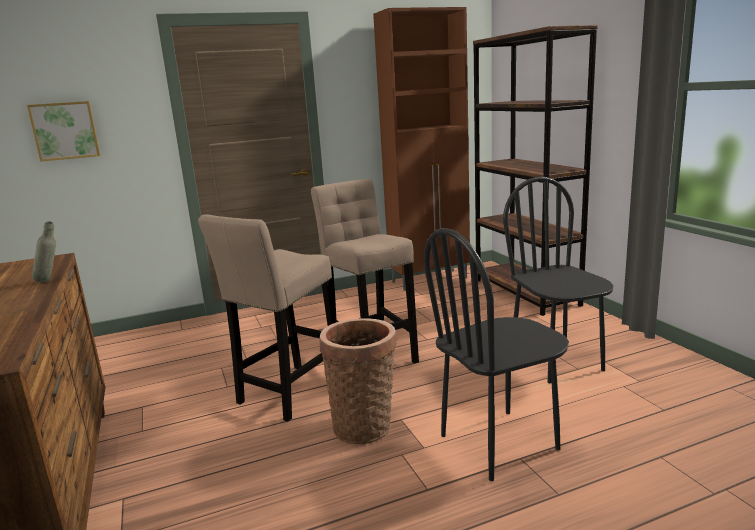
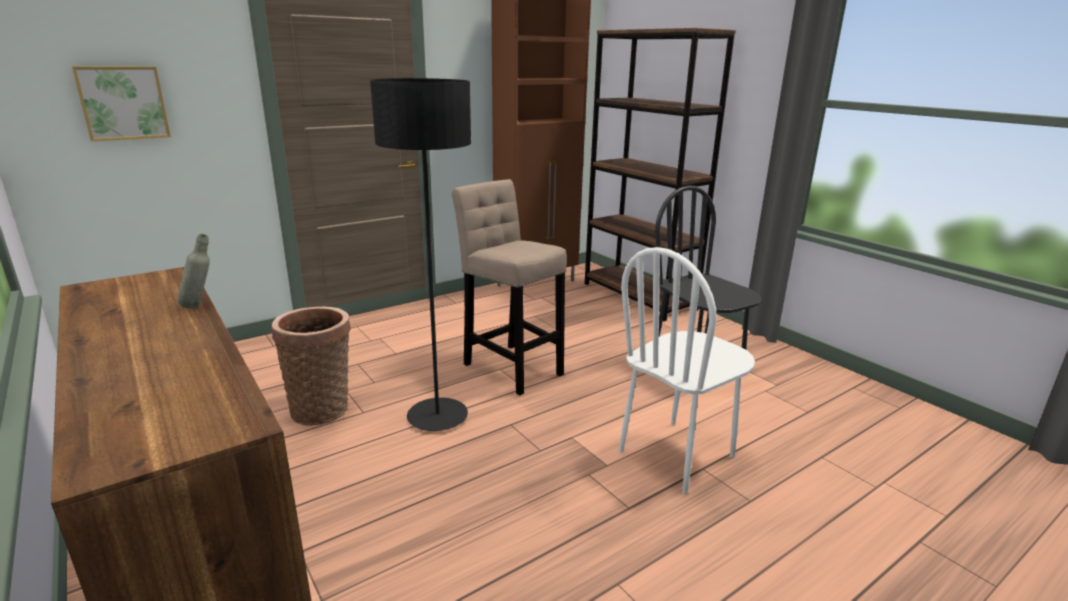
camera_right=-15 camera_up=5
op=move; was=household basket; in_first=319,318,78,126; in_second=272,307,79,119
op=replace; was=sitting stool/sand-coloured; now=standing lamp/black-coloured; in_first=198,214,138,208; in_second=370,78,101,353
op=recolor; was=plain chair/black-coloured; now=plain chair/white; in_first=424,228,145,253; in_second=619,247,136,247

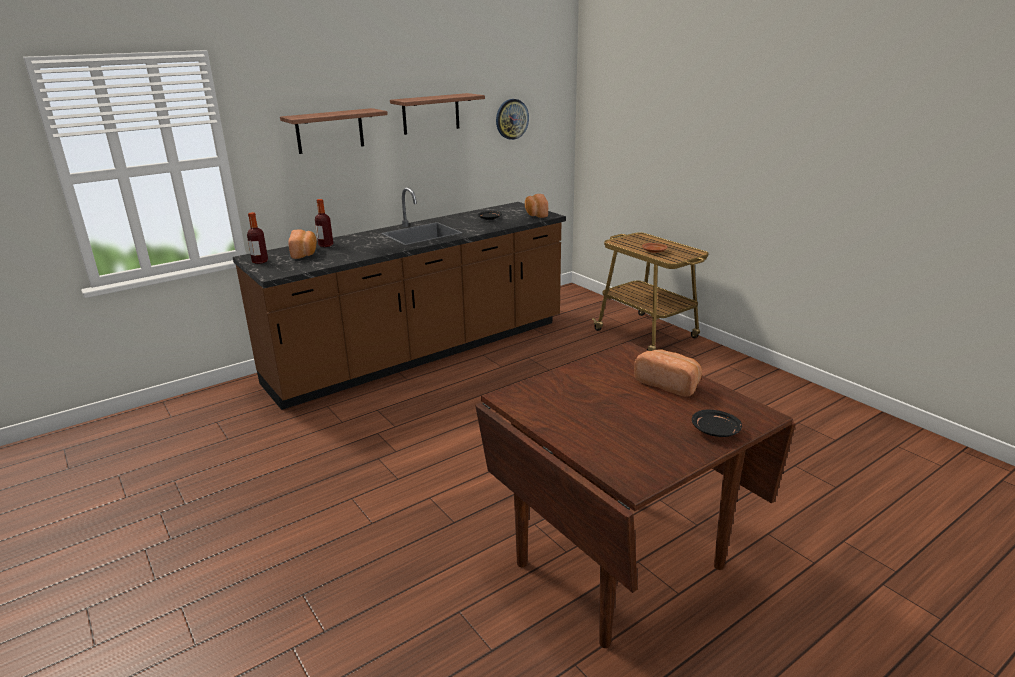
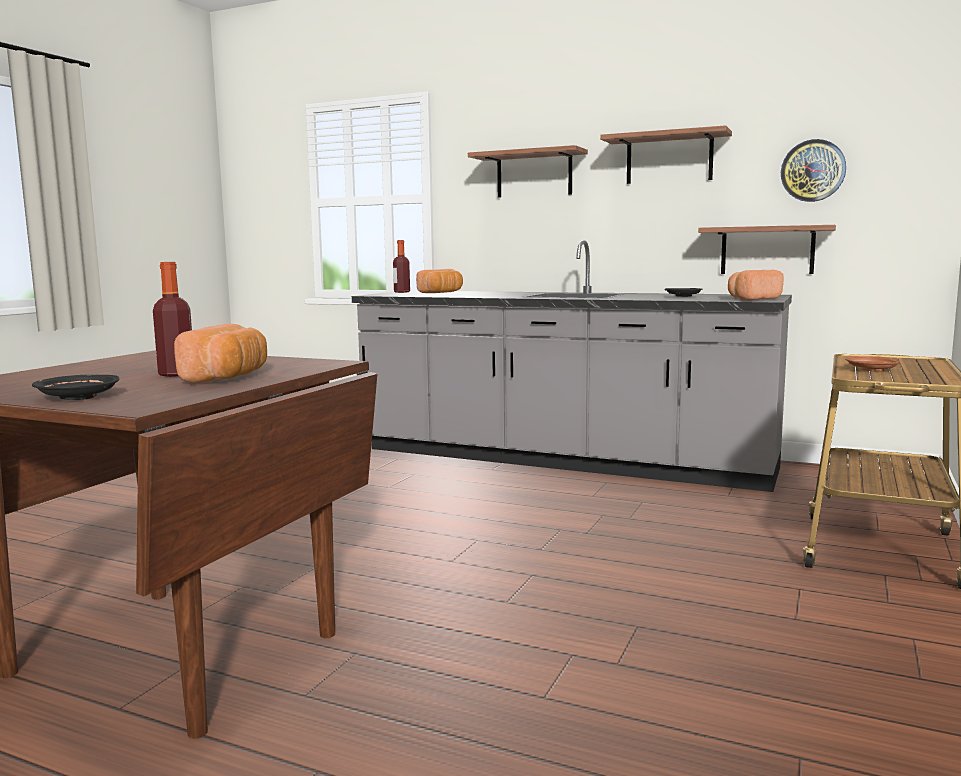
camera_right=60 camera_up=-15
op=insert; now=wall shelf; in_second=698,225,138,49
op=move; was=bottle; in_first=315,199,18,48; in_second=153,262,39,115
op=recolor; was=kitchen base unit/brownish; now=kitchen base unit/gray; in_first=233,187,333,223; in_second=352,240,440,252

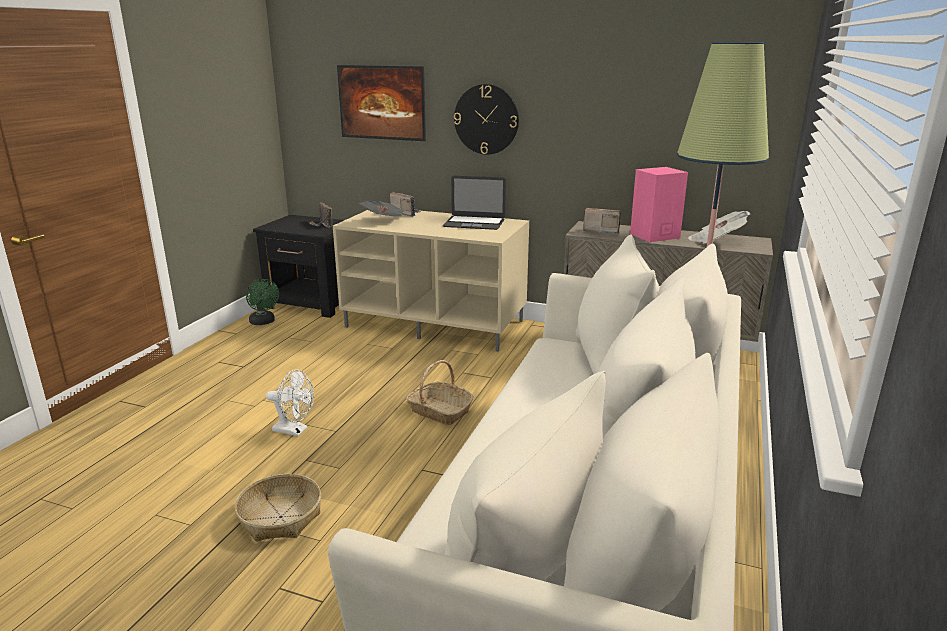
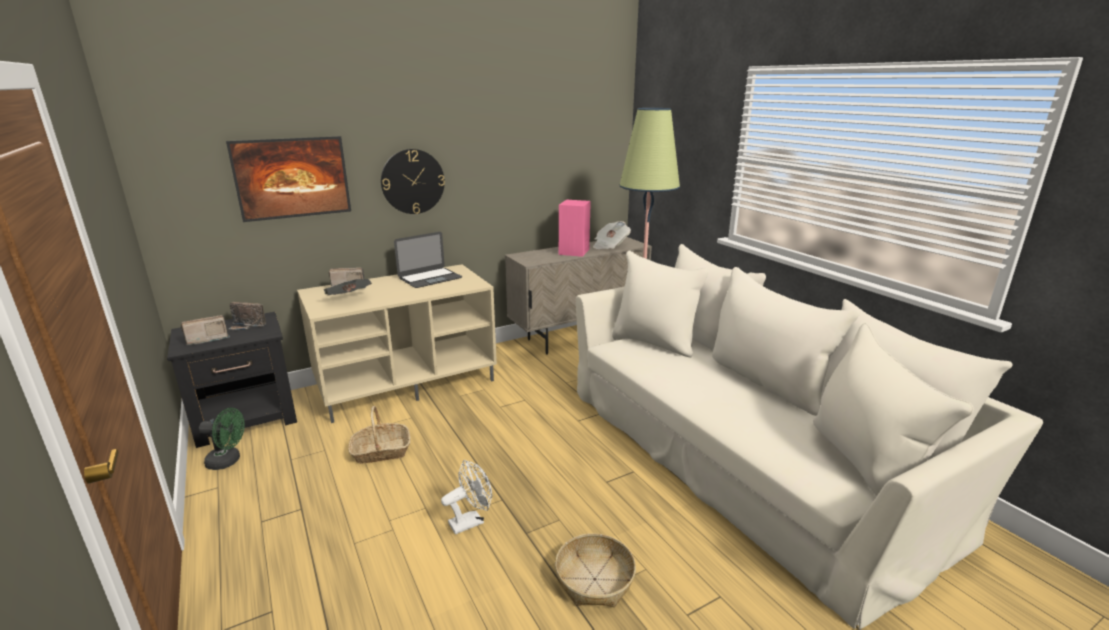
camera_right=-50 camera_up=0
op=move; was=household basket; in_first=406,360,68,65; in_second=348,406,63,58
op=move; was=radio receiver; in_first=583,208,38,26; in_second=181,315,49,30

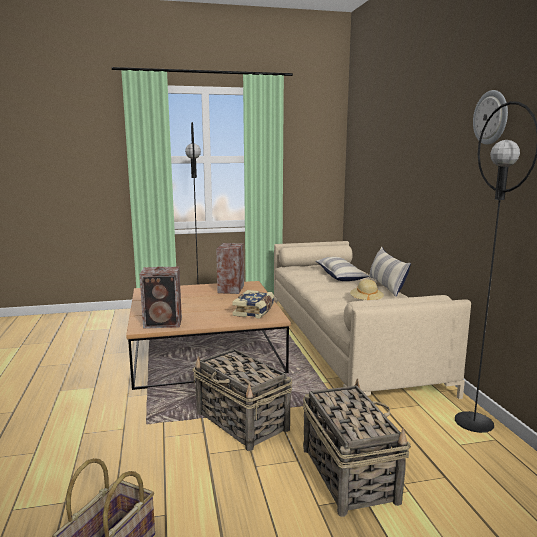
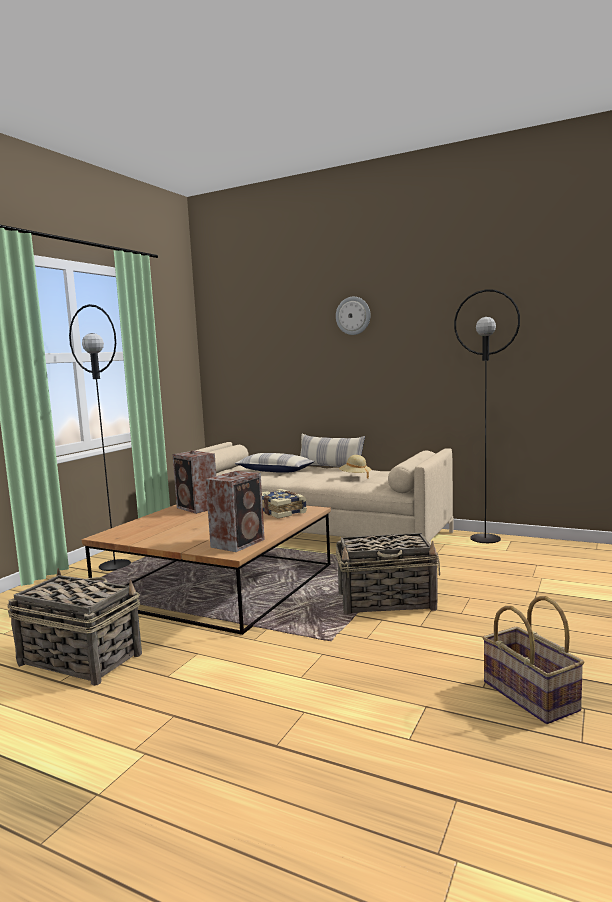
camera_right=-50 camera_up=-5
op=move; was=household basket; in_first=303,378,108,139; in_second=7,568,135,118
op=move; was=hanging clock; in_first=473,90,35,55; in_second=336,297,34,38

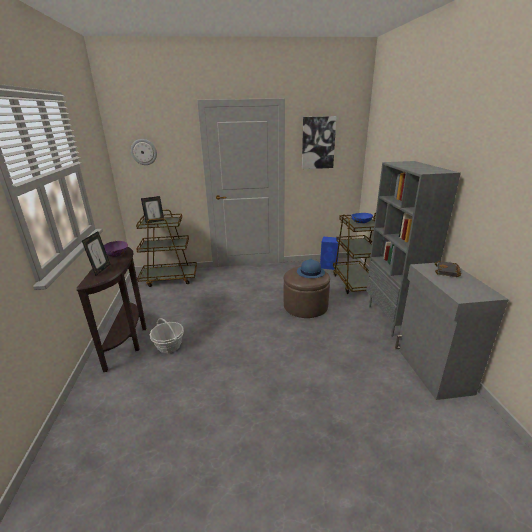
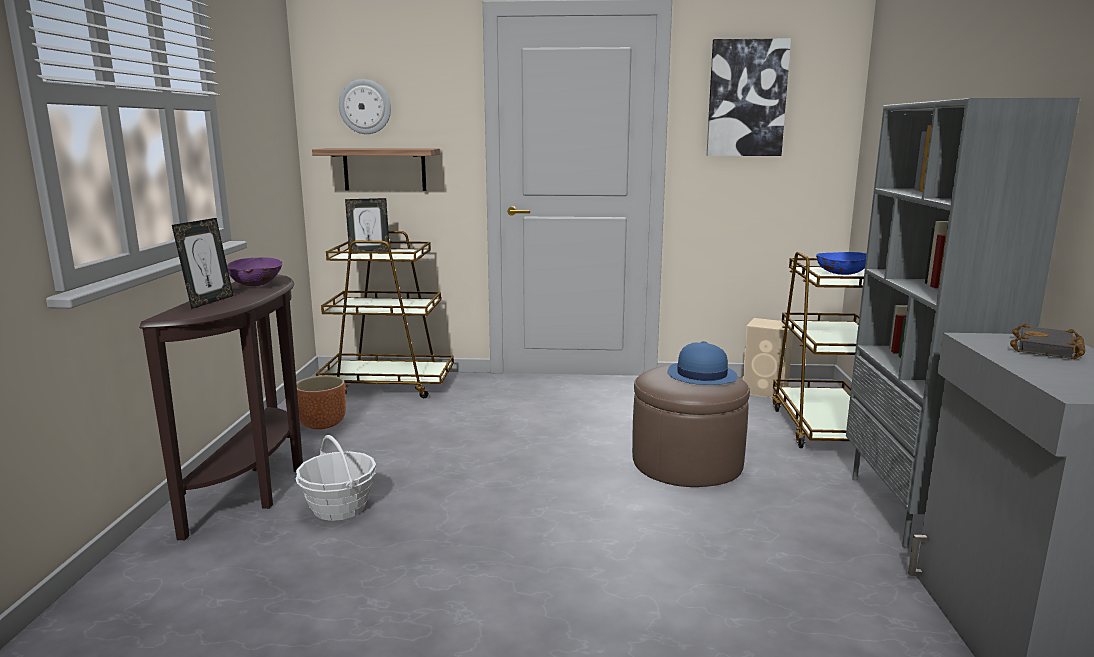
camera_right=10 camera_up=-10
op=insert; now=planter/brownish; in_second=296,376,50,53
op=insert; now=wall shelf; in_second=312,148,128,43
op=recolor; was=speaker/blue; now=speaker/sand-coloured; in_first=320,237,19,33; in_second=743,318,50,80

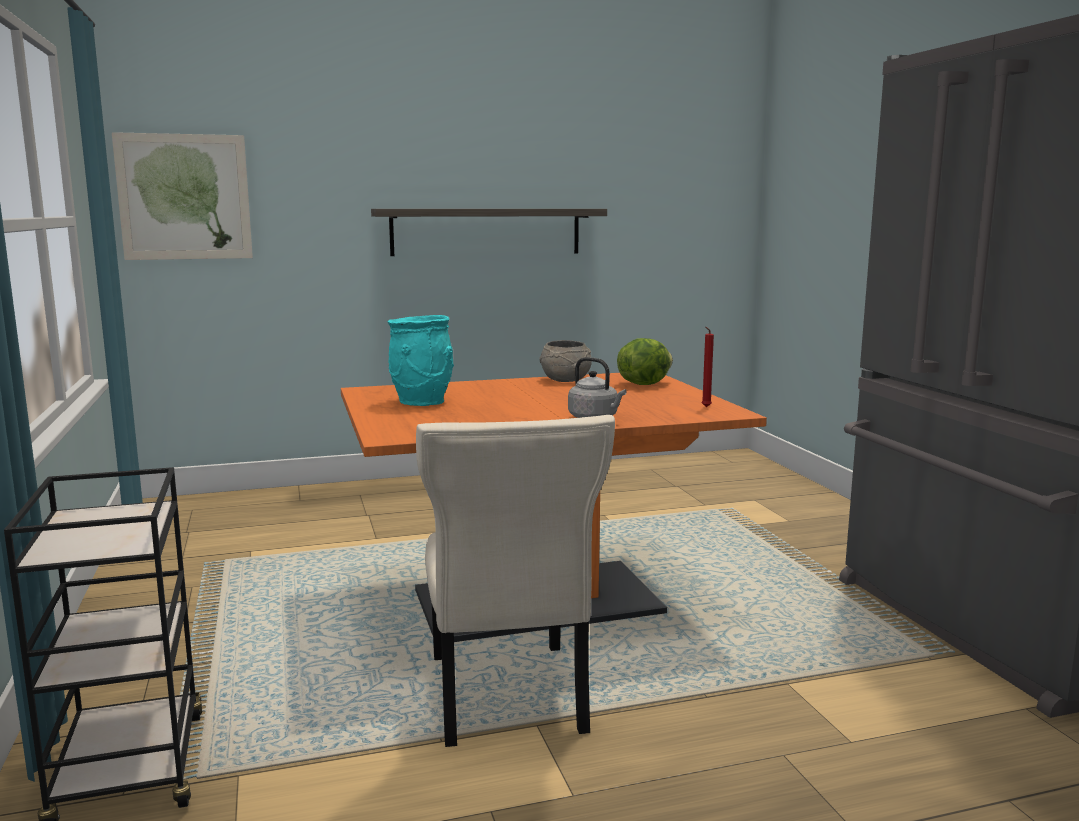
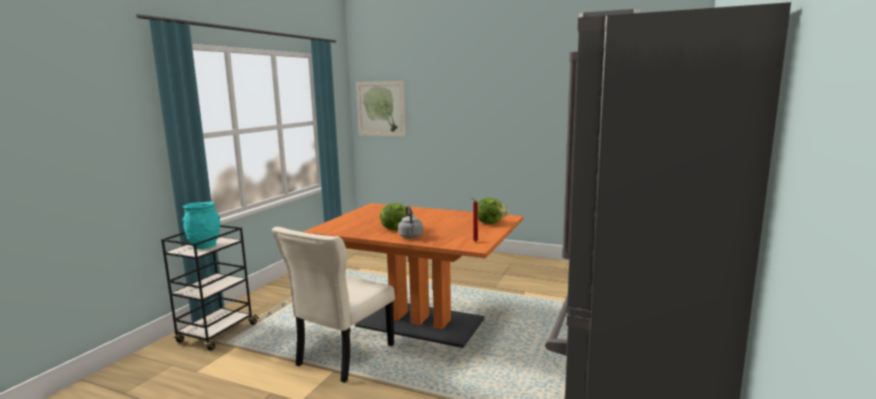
camera_right=40 camera_up=0
op=delete; was=wall shelf; in_first=371,209,236,47
op=delete; was=bowl/gray; in_first=539,340,53,42
op=insert; now=lettuce; in_second=380,203,35,27
op=move; was=vase/turquoise-coloured; in_first=387,315,67,91; in_second=182,202,38,47

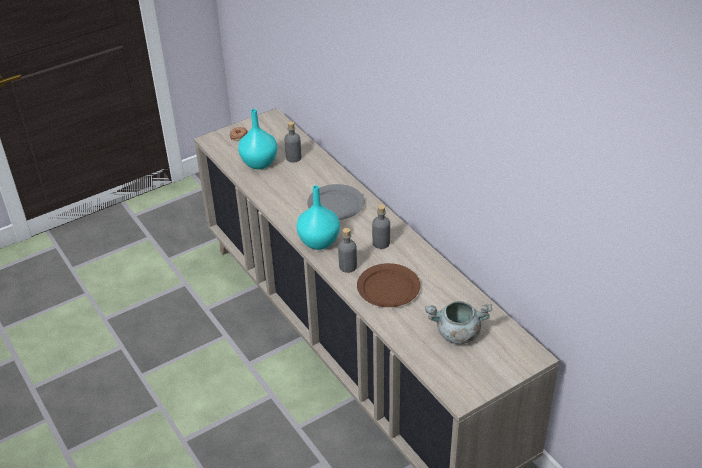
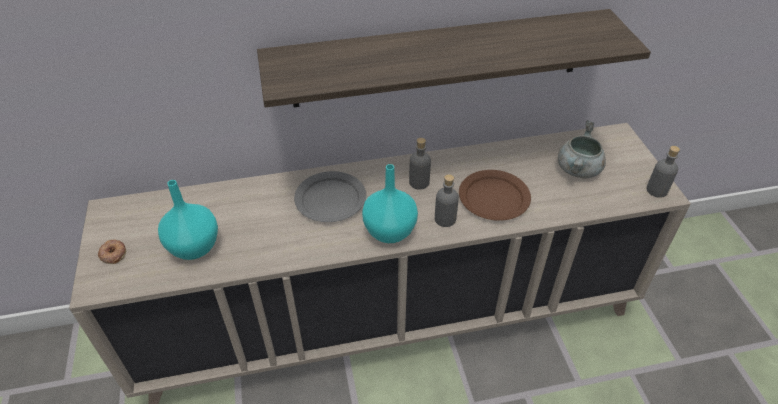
camera_right=-70 camera_up=5
op=insert; now=wall shelf; in_second=257,9,394,98
op=move; was=bottle/gray; in_first=284,121,18,42; in_second=647,146,33,52

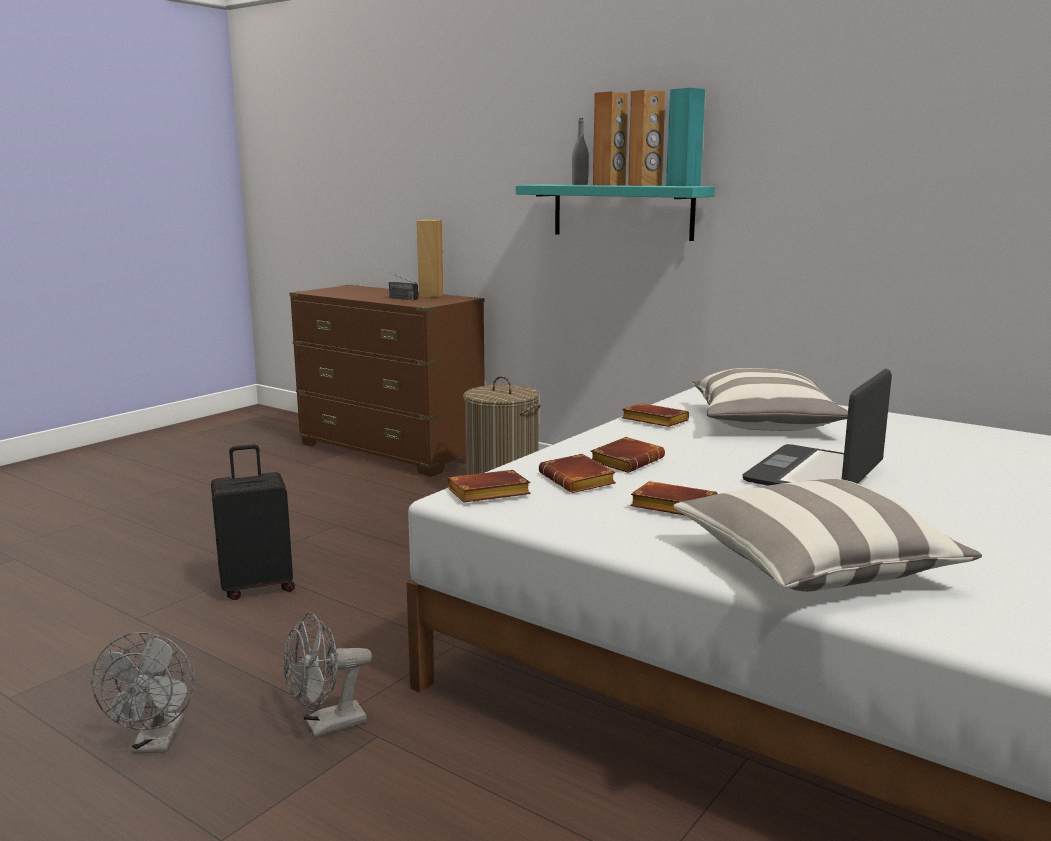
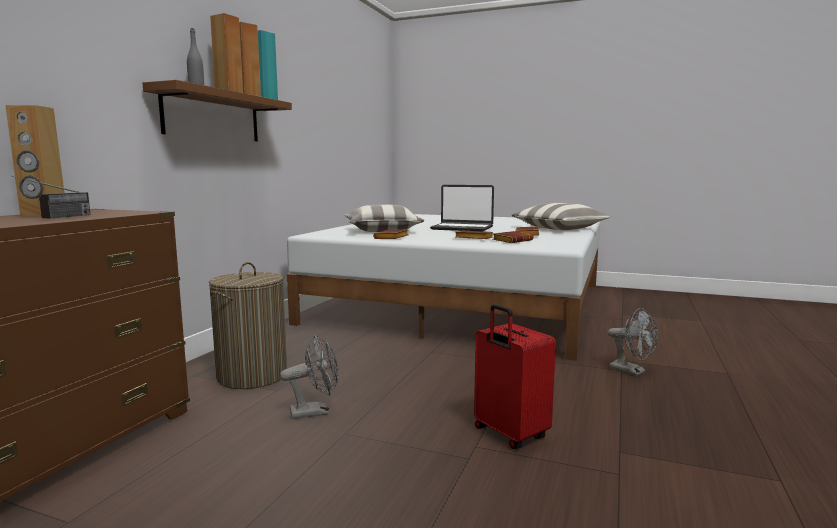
camera_right=-105 camera_up=-5
op=delete; was=volume/brownish; in_first=448,470,83,33
op=move; was=fan/gray; in_first=91,632,103,121; in_second=280,335,59,84
op=recolor; was=piece of luggage/black-coloured; now=piece of luggage/red; in_first=211,444,84,156; in_second=474,304,82,145
op=recolor; was=wall shelf/turquoise-coloured; now=wall shelf/brownish; in_first=516,184,199,57; in_second=143,80,149,61

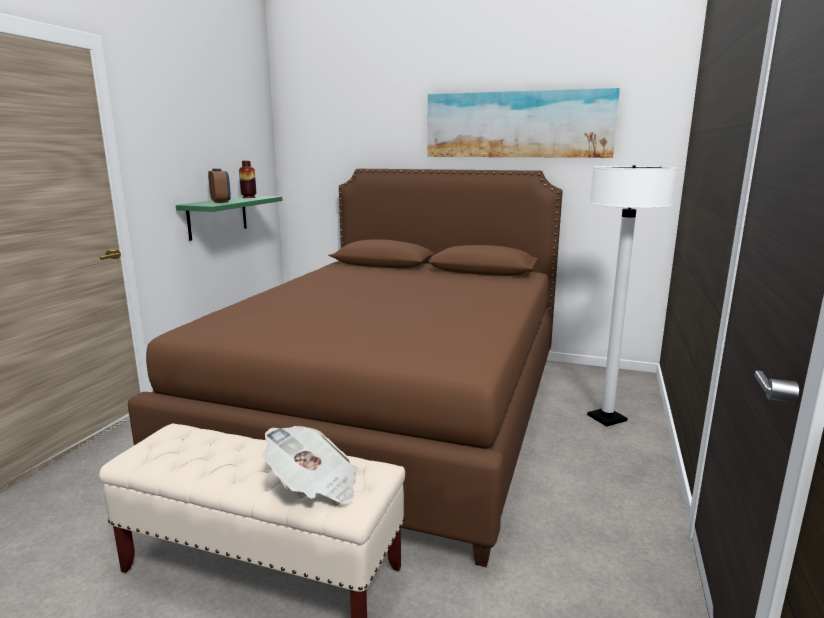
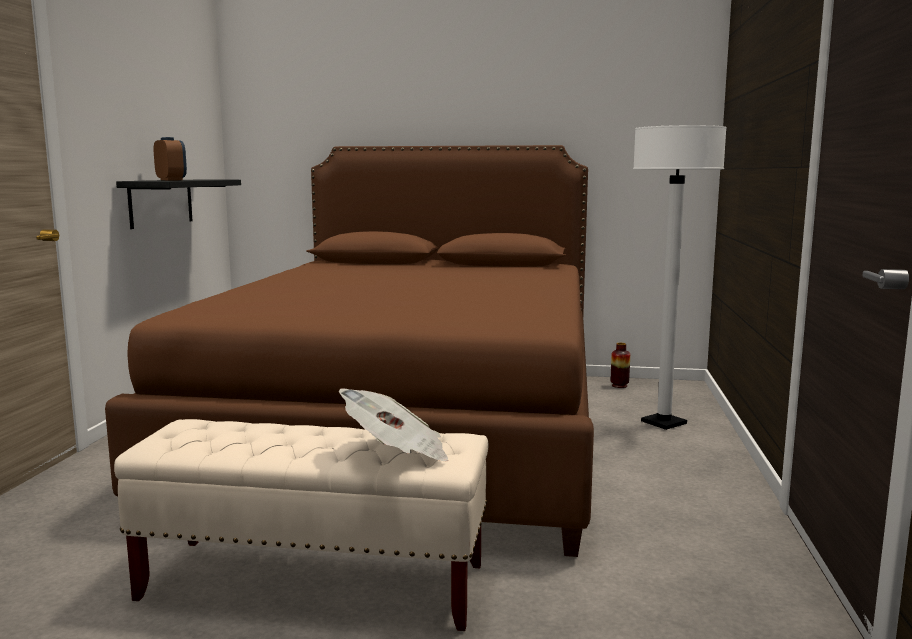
camera_right=-10 camera_up=-5
op=delete; was=wall art; in_first=427,88,193,70
op=move; was=vase; in_first=239,161,17,37; in_second=611,343,19,45
op=recolor; was=wall shelf/greenish; now=wall shelf/black-coloured; in_first=176,196,107,45; in_second=116,180,125,49

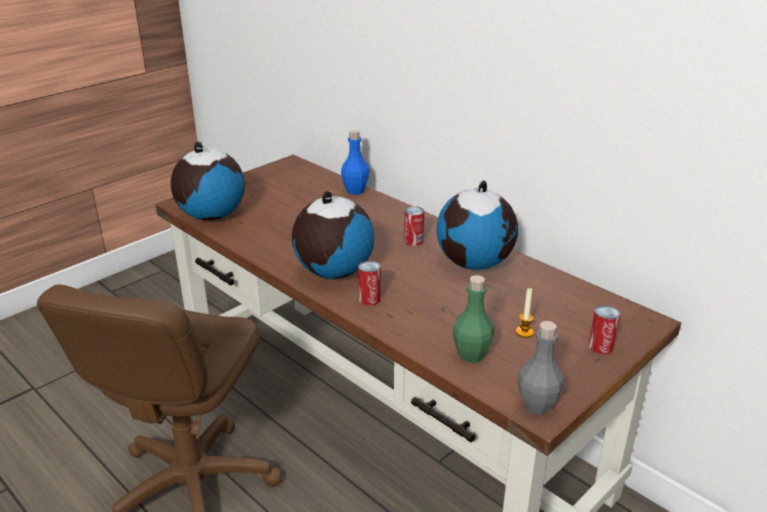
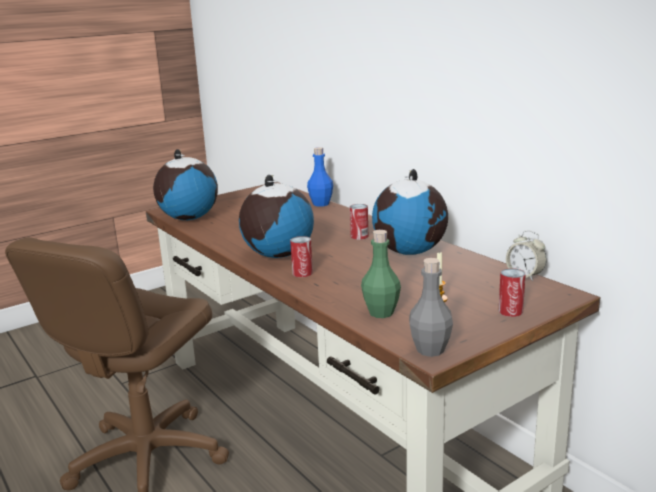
camera_right=10 camera_up=-10
op=insert; now=alarm clock; in_second=506,231,41,50

